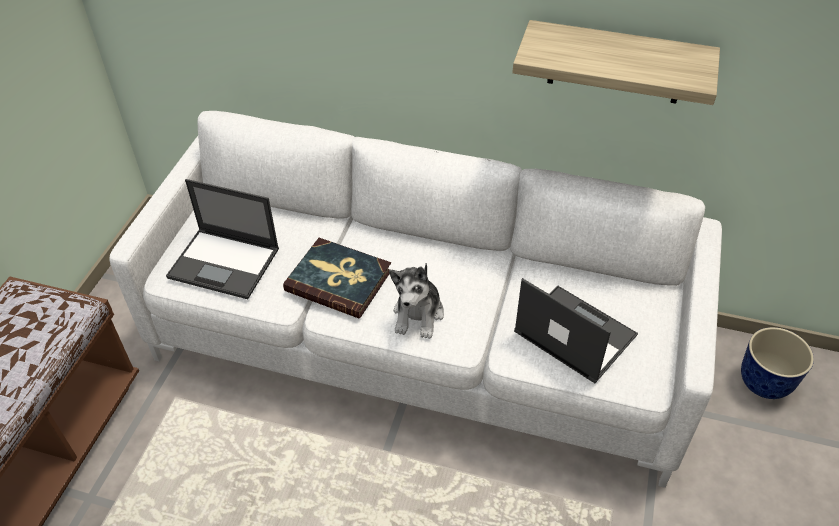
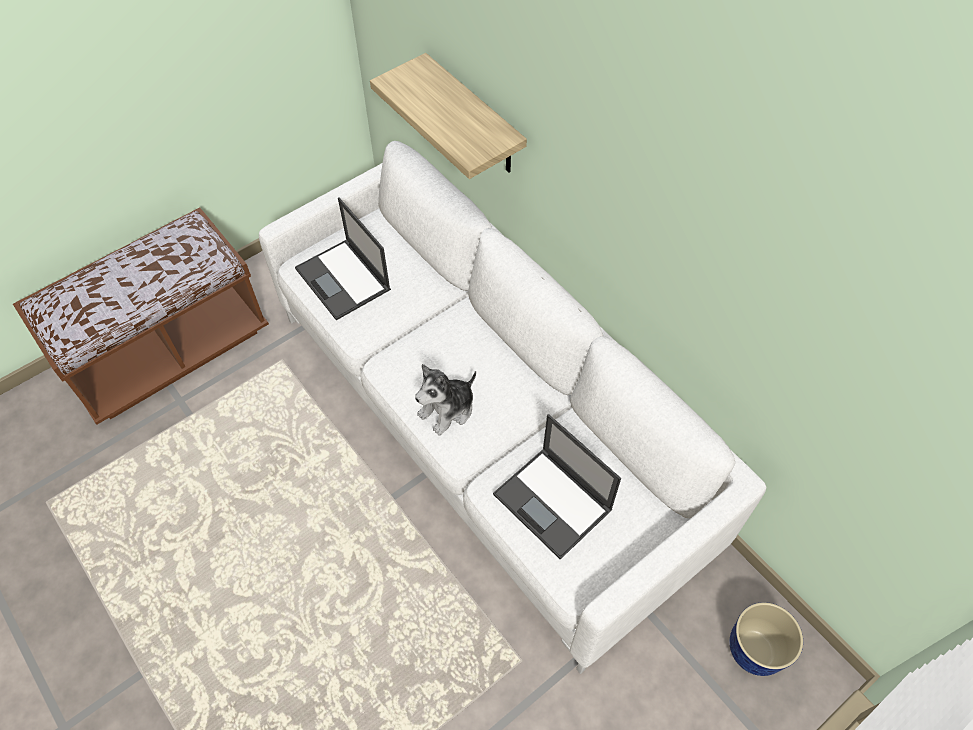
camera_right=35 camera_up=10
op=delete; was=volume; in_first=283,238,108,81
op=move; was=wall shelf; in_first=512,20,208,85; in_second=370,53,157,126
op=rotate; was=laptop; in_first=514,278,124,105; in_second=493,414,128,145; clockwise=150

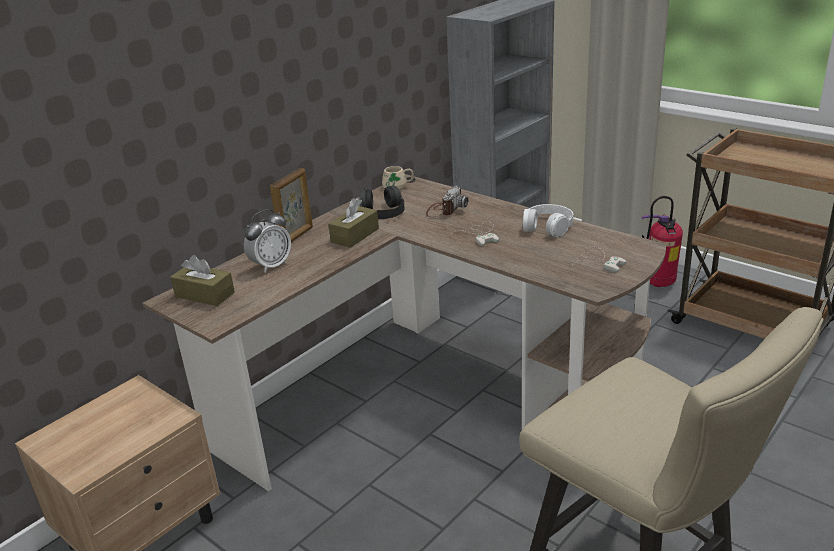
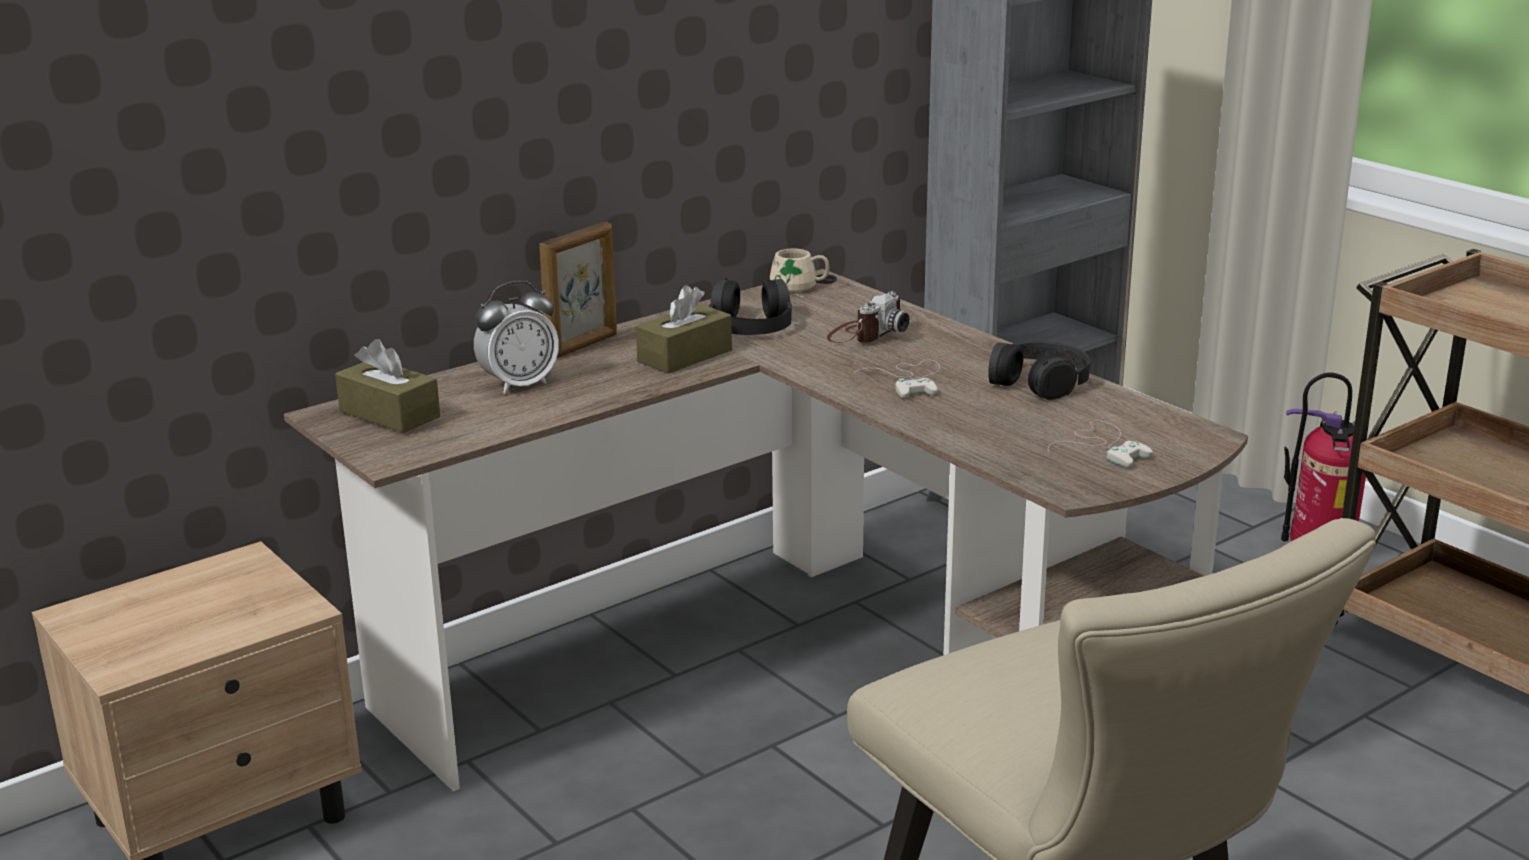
camera_right=10 camera_up=-5
op=recolor; was=pair of headphones/white; now=pair of headphones/black-coloured; in_first=523,204,50,33; in_second=988,341,102,59

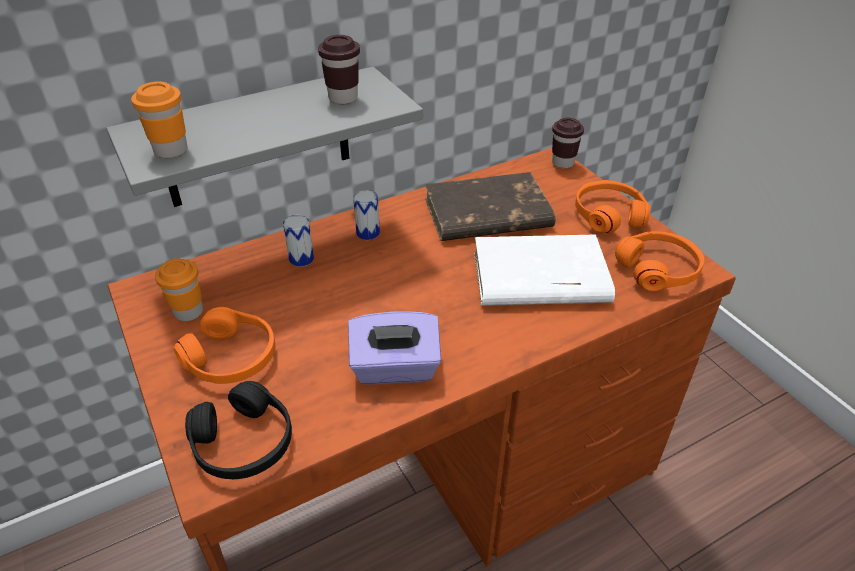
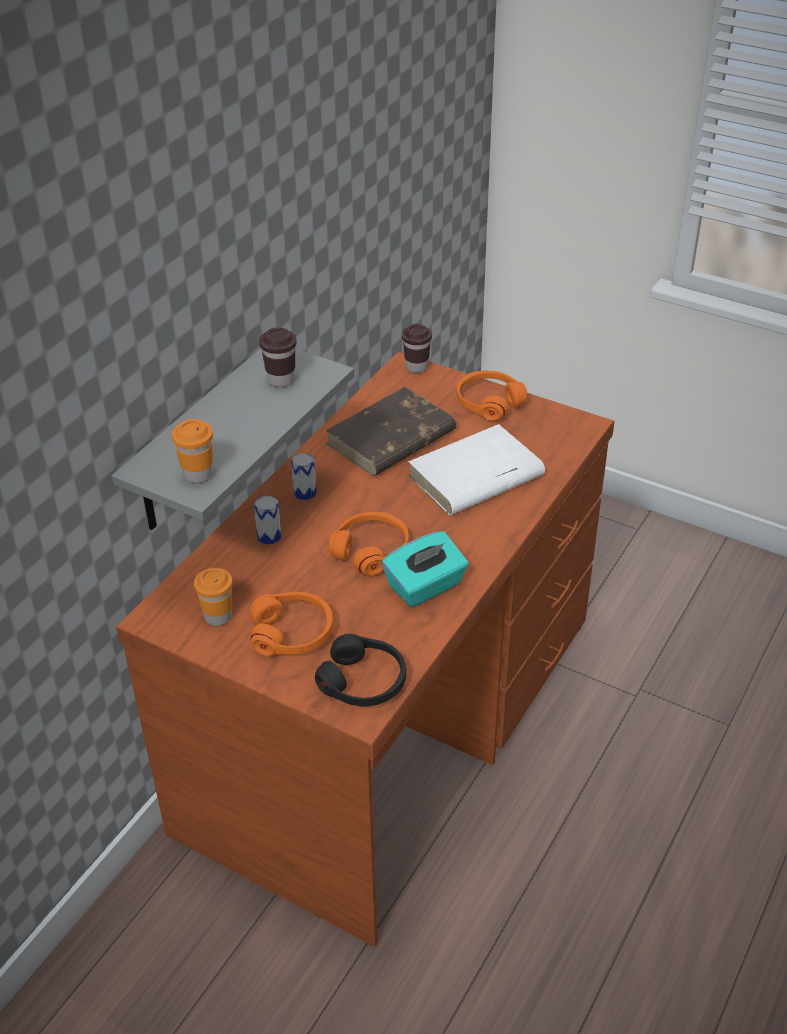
camera_right=-30 camera_up=0
op=move; was=pair of headphones/orangey; in_first=615,231,89,60; in_second=329,512,80,64
op=recolor; was=tissue box/purple; now=tissue box/turquoise-coloured; in_first=348,312,93,73; in_second=382,531,87,76

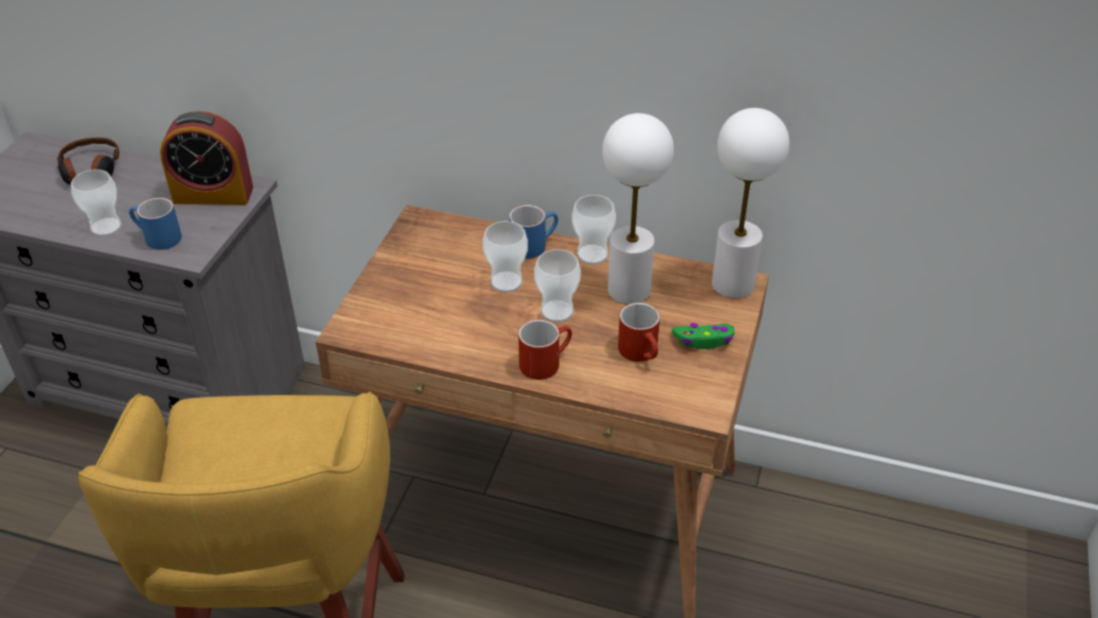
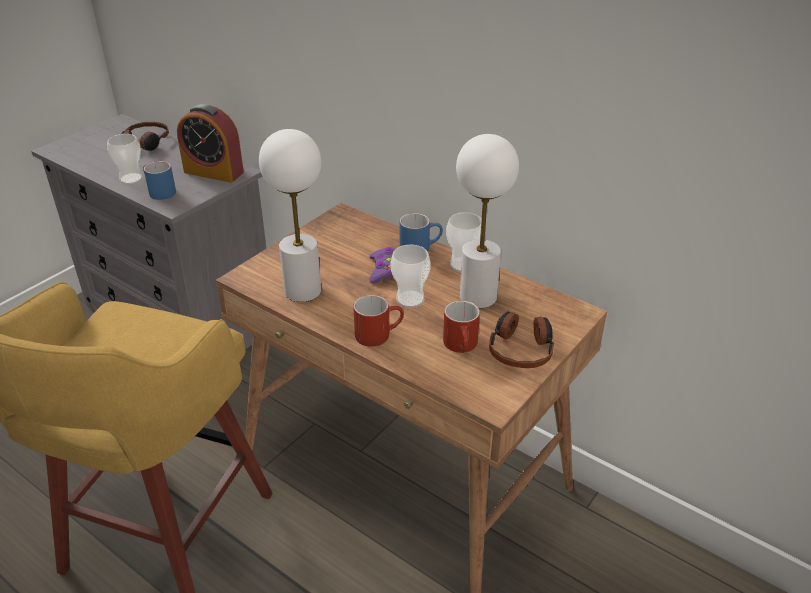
camera_right=20 camera_up=-5
op=move; was=table lamp/white; in_first=712,108,77,190; in_second=259,129,62,173
op=replace; was=cup; now=gamepad/purple; in_first=483,221,45,72; in_second=369,247,26,36
op=replace; was=gamepad/greenish; now=pair of headphones; in_first=672,323,63,26; in_second=489,312,65,56

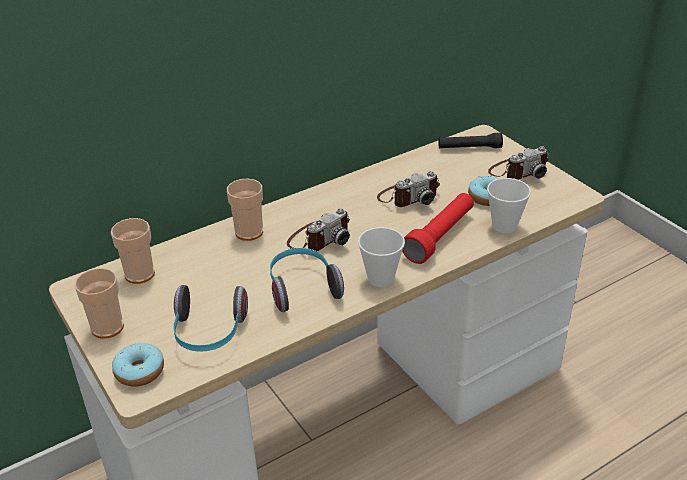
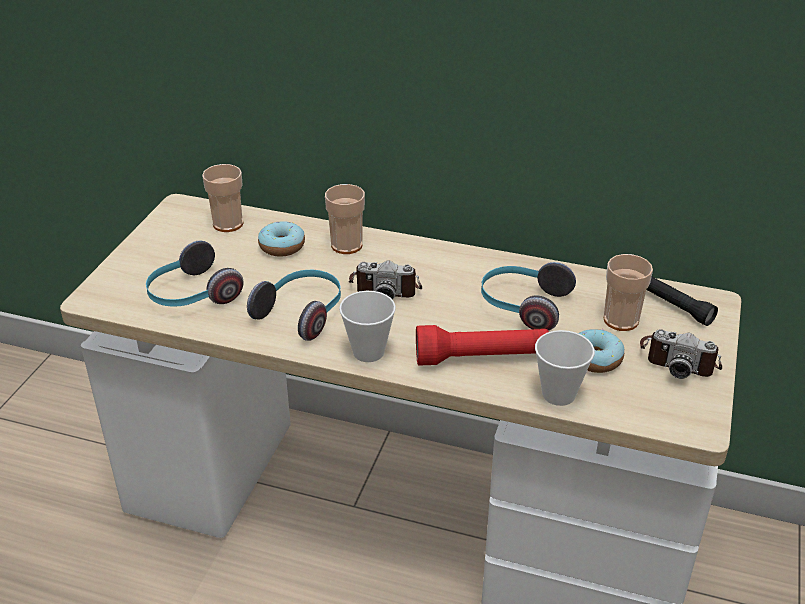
camera_right=50 camera_up=0
op=move; was=cup; in_first=74,268,50,71; in_second=604,254,49,77
op=move; was=ring doughnut; in_first=112,343,52,44; in_second=258,221,47,35
op=replace; was=photo camera; now=pair of headphones; in_first=377,171,63,36; in_second=481,262,95,69

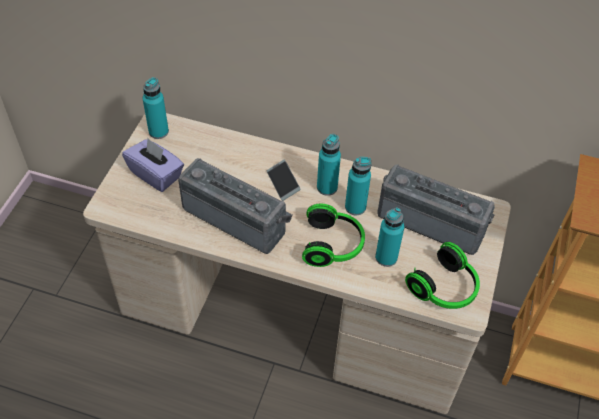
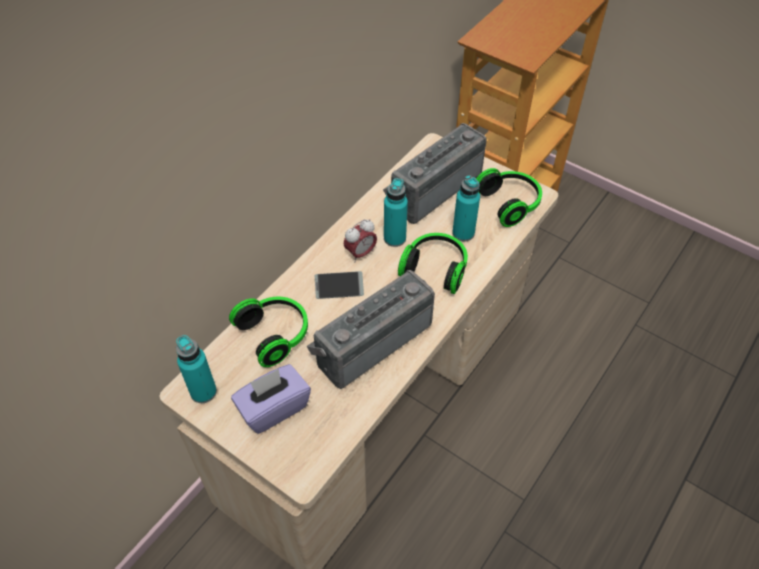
camera_right=-70 camera_up=0
op=insert; now=pair of headphones; in_second=229,297,79,70
op=replace; was=bottle/turquoise-coloured; now=alarm clock; in_first=317,134,24,62; in_second=344,219,33,43

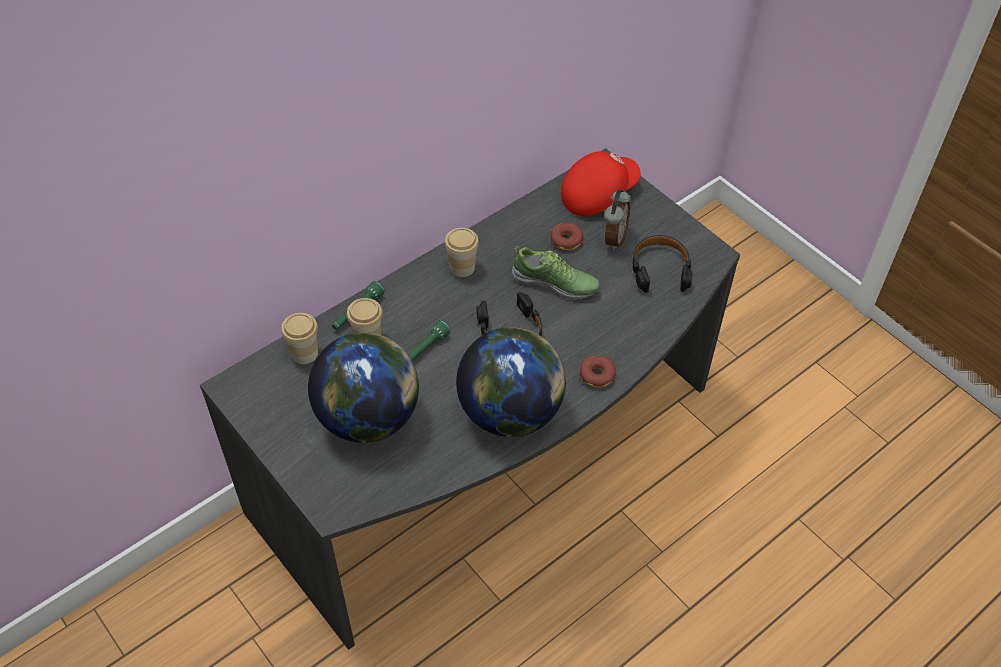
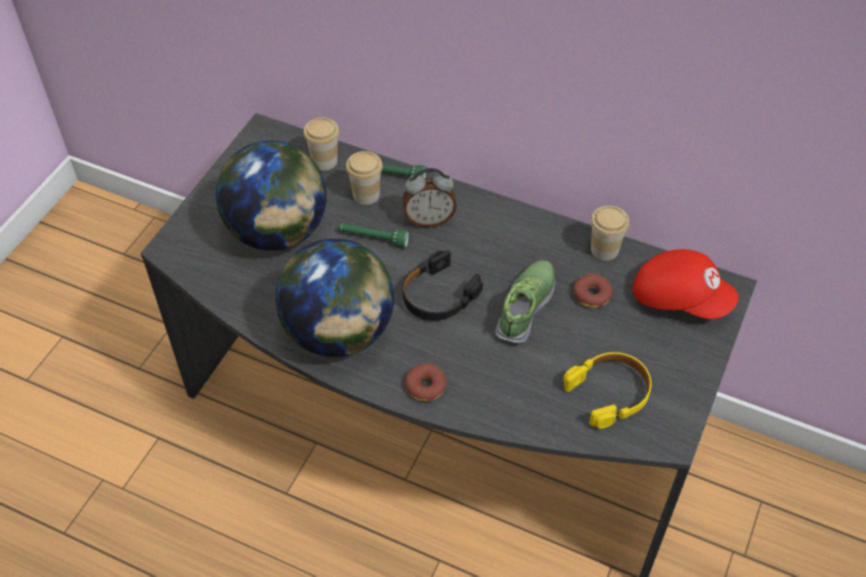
camera_right=65 camera_up=0
op=move; was=cup; in_first=445,228,34,49; in_second=591,206,38,55
op=move; was=alarm clock; in_first=604,189,27,61; in_second=403,168,54,59
op=recolor; was=pair of headphones/black-coloured; now=pair of headphones/yellowish; in_first=632,235,60,58; in_second=563,352,88,77
op=rotate; was=low shoe; in_first=512,246,88,54; in_second=495,260,60,84; clockwise=-150

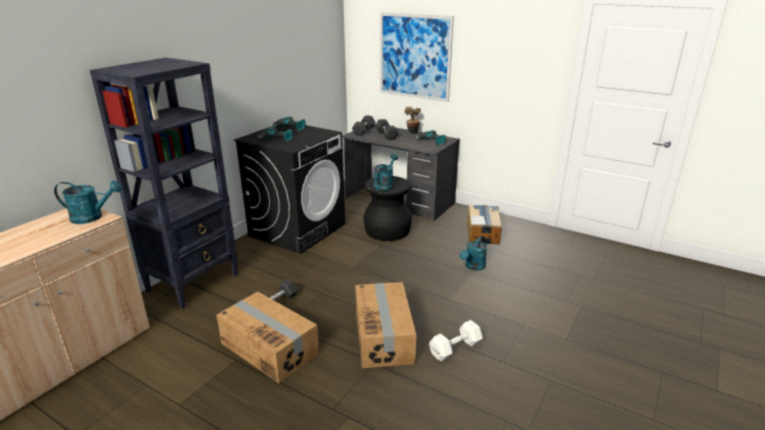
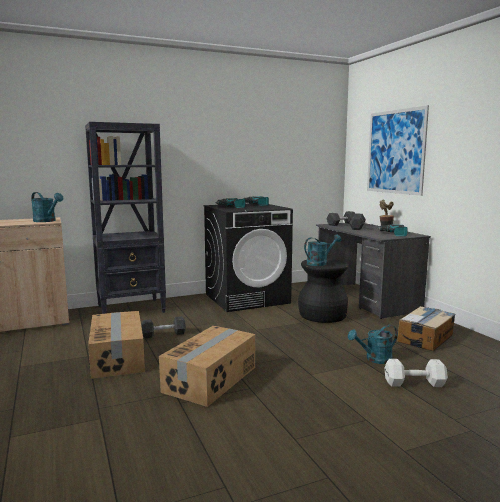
camera_right=35 camera_up=-15
op=move; was=hand weight/white; in_first=429,320,54,41; in_second=385,359,63,28

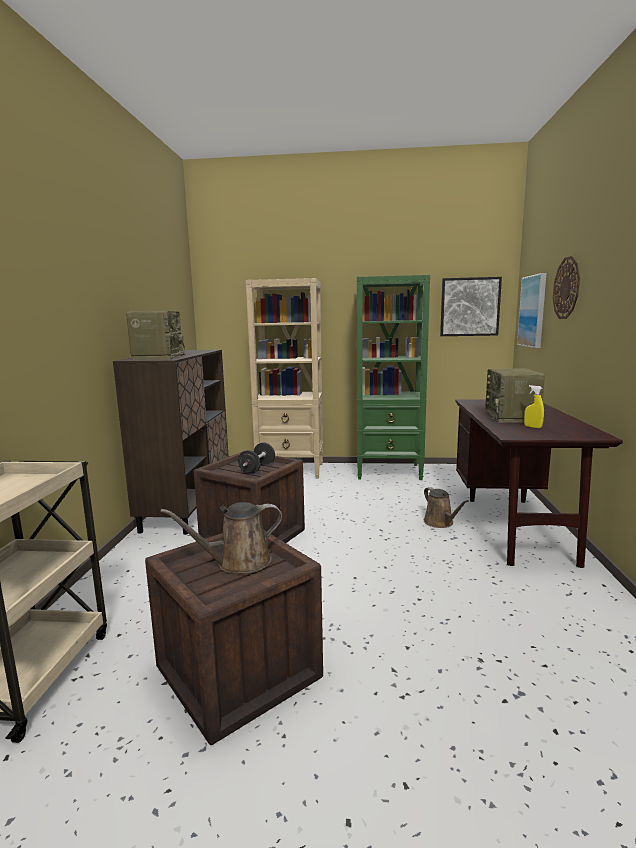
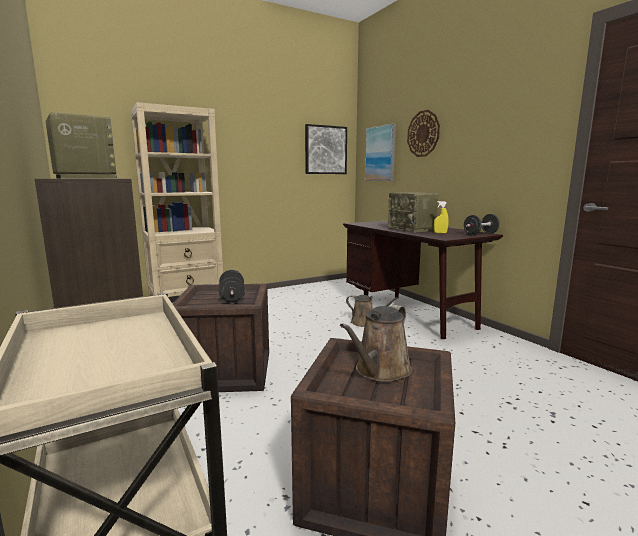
camera_right=-35 camera_up=0
op=delete; was=bookcase/greenish; in_first=357,275,73,205
op=insert; now=hand weight/black-coloured; in_second=464,214,35,21

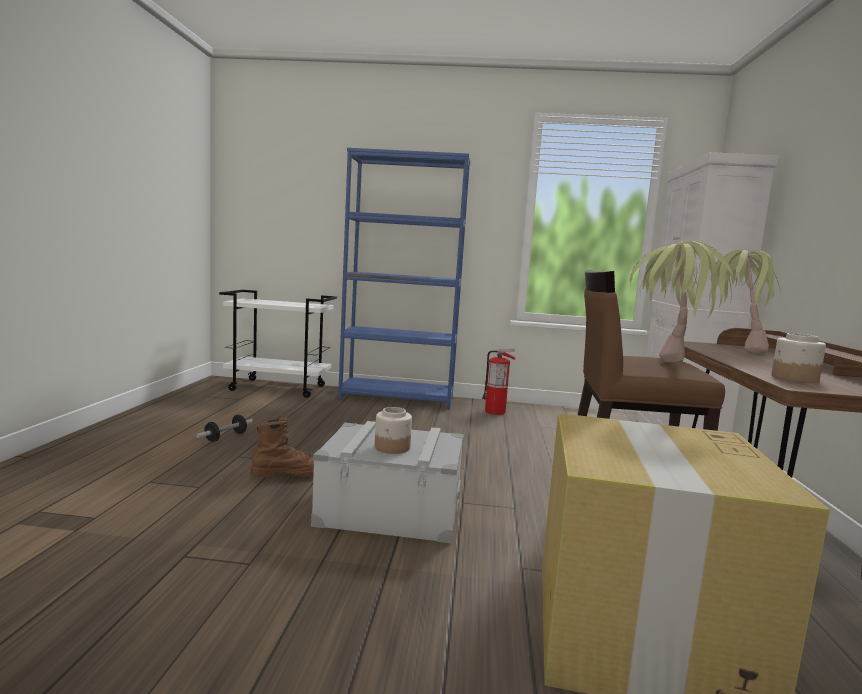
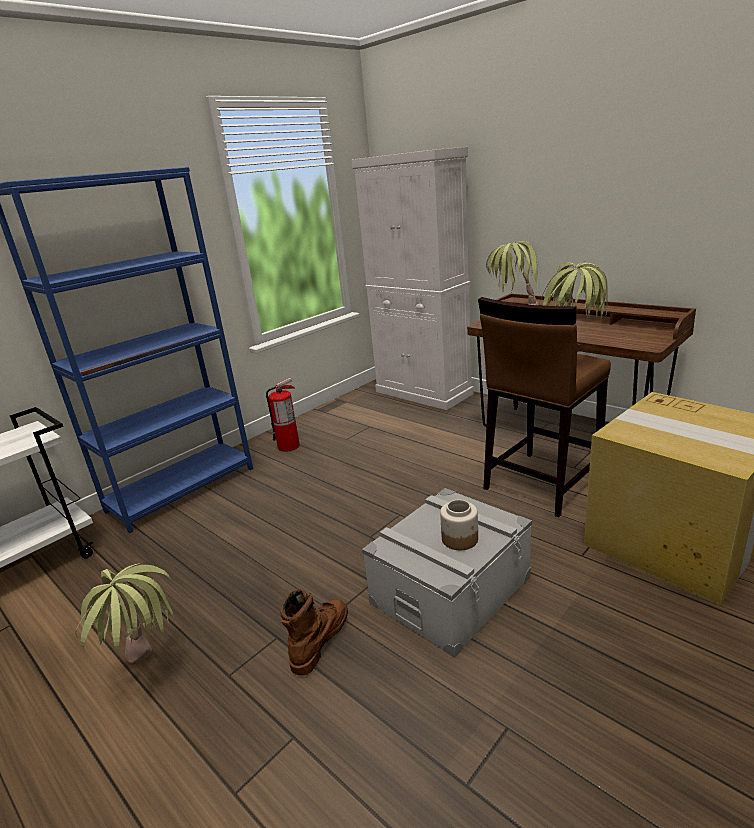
camera_right=-50 camera_up=15
op=delete; was=preserve jar; in_first=772,333,54,50
op=replace; was=hand weight; now=potted plant; in_first=196,415,57,27; in_second=75,562,99,101

